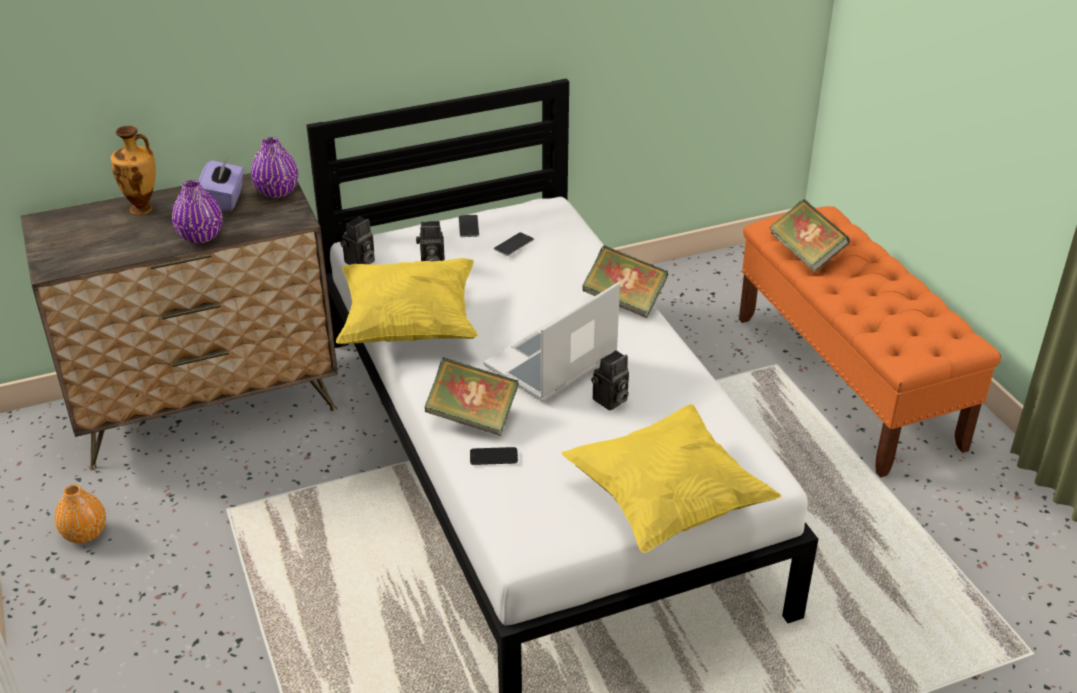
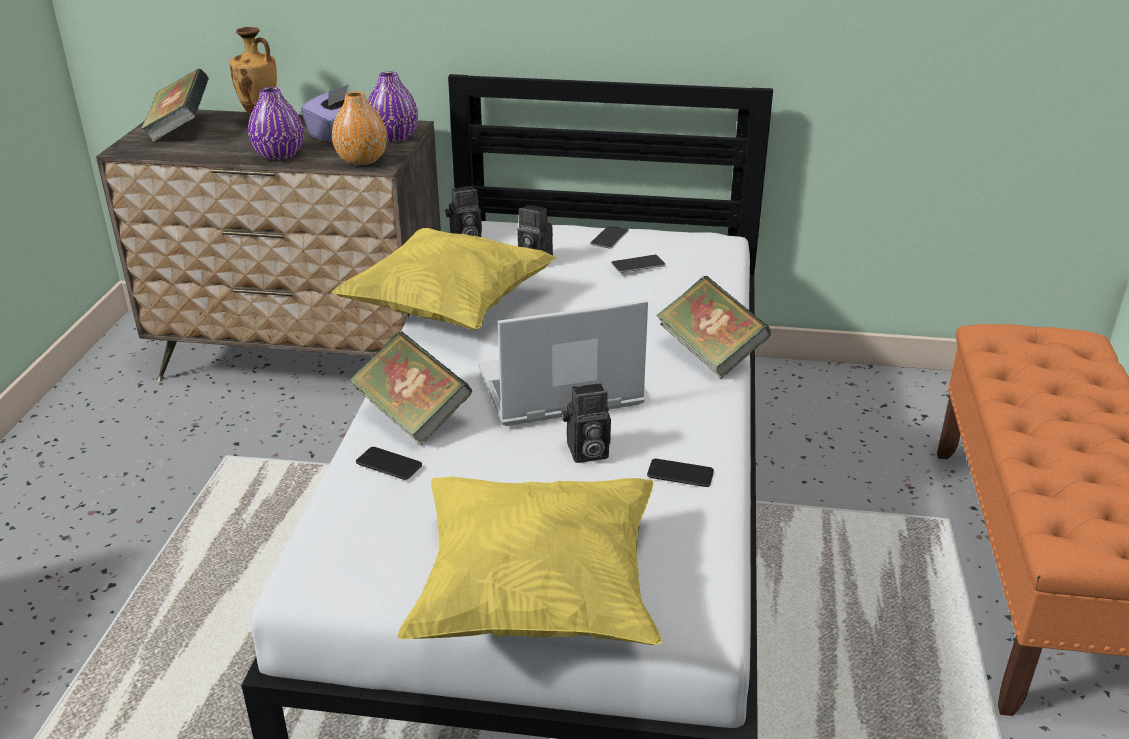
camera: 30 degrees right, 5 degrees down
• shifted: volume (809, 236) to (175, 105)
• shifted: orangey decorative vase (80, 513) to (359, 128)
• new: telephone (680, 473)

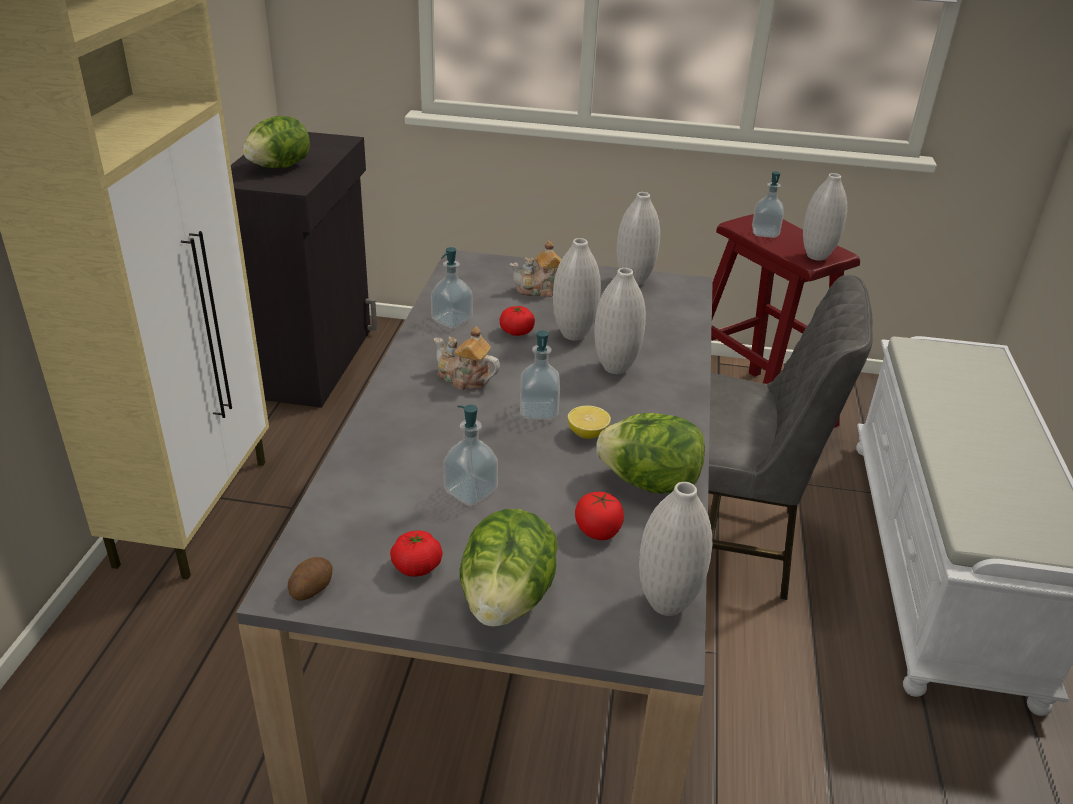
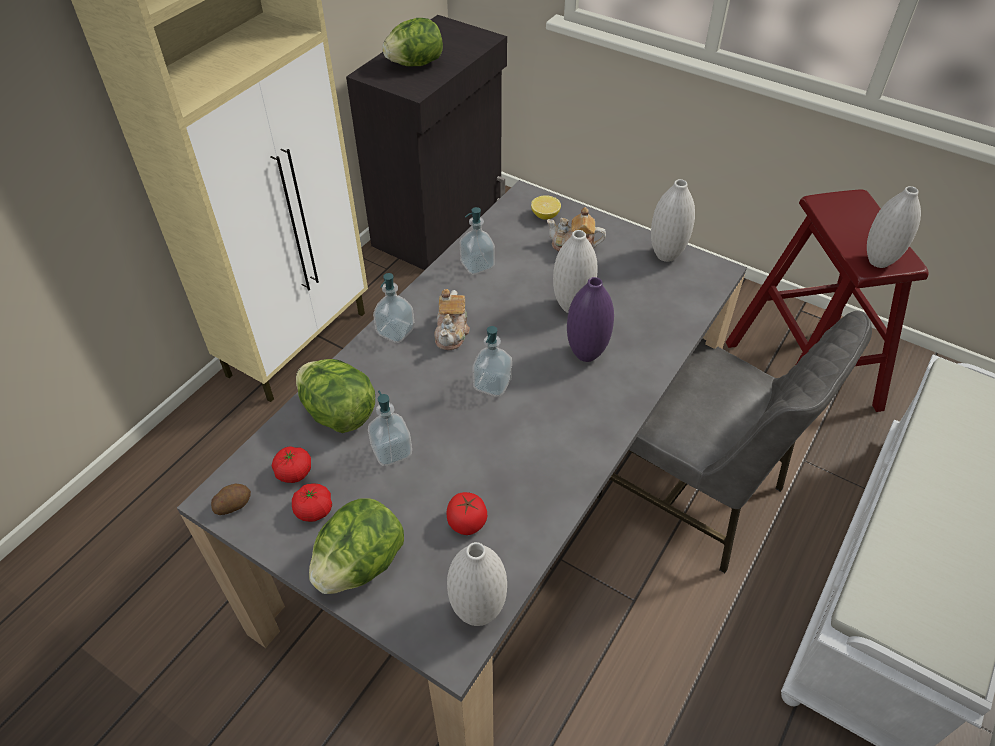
camera: 25 degrees right, 15 degrees up
• shifted: fresh tomato (517, 321) to (291, 464)
• shifted: lettuce (650, 453) to (335, 396)
• shifted: liquid soap bottle (768, 204) to (394, 308)
• rotated: pot for tea (467, 358) = (452, 319) 135 degrees counterclockwise
• shifted: whole lemon (589, 422) to (546, 207)
• repainted: white-coloured decorative vase (620, 321) to purplish decorative vase (590, 319)

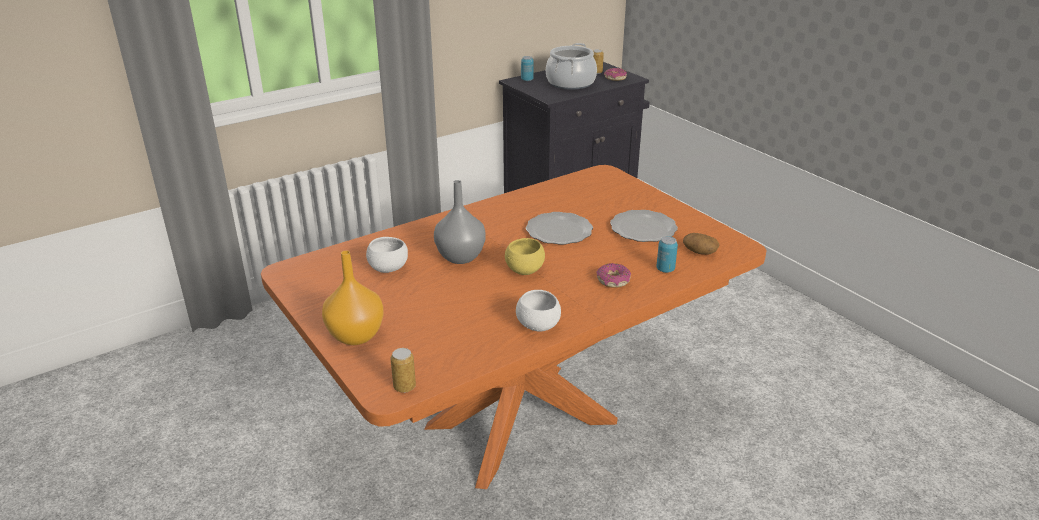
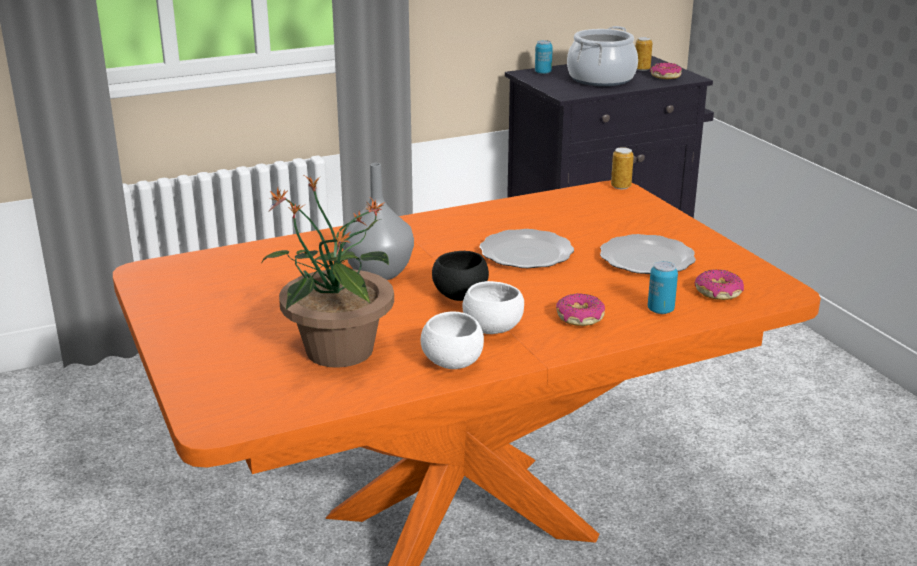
camera: 10 degrees right, 5 degrees down
• new: potted plant (328, 271)
• repainted: yellow-coloured serving bowl (525, 256) to black serving bowl (460, 276)
• shifted: white-coloured serving bowl (387, 255) to (493, 307)
• shifted: metal can (403, 370) to (622, 168)
• swapped: spud (701, 244) to ring doughnut (719, 285)
• gone: orangey decorative vase (353, 297)

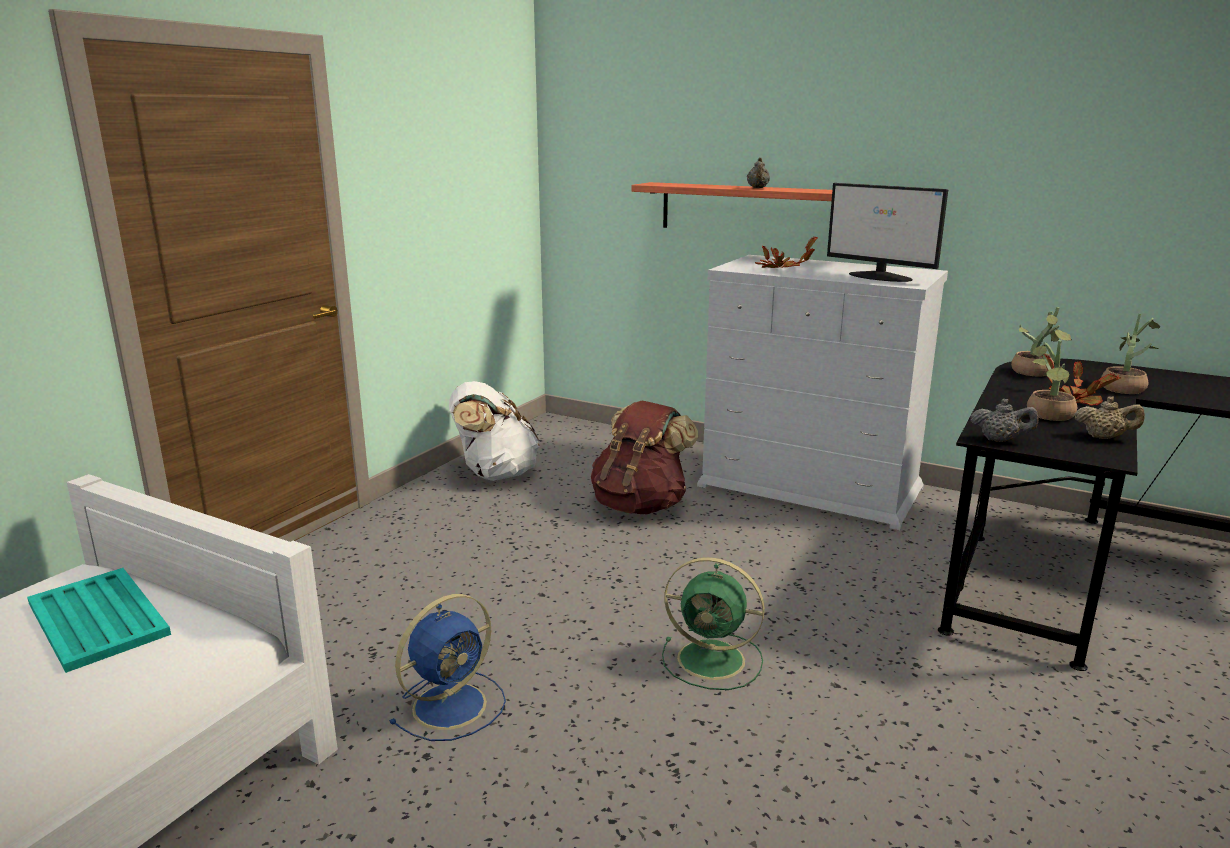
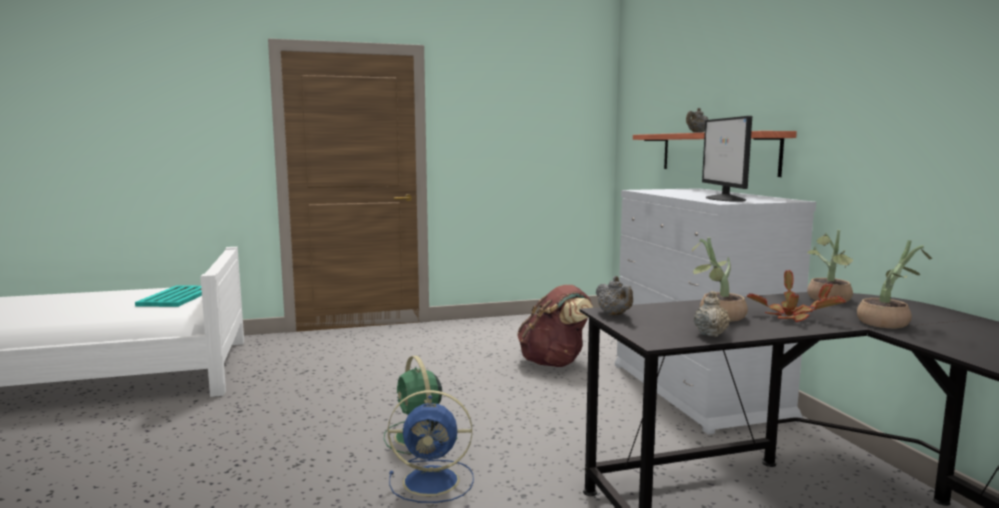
camera: 45 degrees right, 10 degrees down
• shifted: blue fan (447, 667) to (431, 446)
• rotated: beige pot for tea (1110, 417) = (712, 314) 135 degrees counterclockwise
• gone: white-coloured knapsack (494, 431)
• gone: potted plant (786, 252)

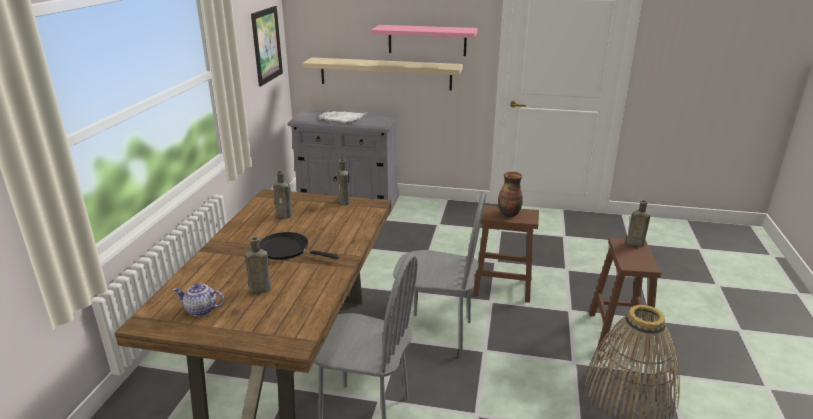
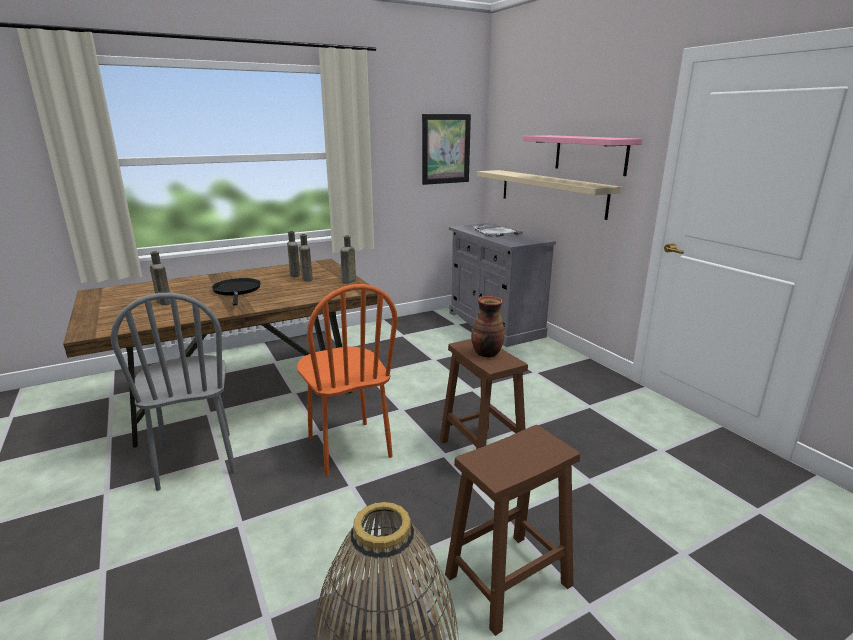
camera: 50 degrees right, 5 degrees down
• repainted: gray plain chair (439, 274) to orangey plain chair (347, 380)
• shifted: brownish bottle (638, 223) to (306, 258)
• gone: pot for tea (199, 299)

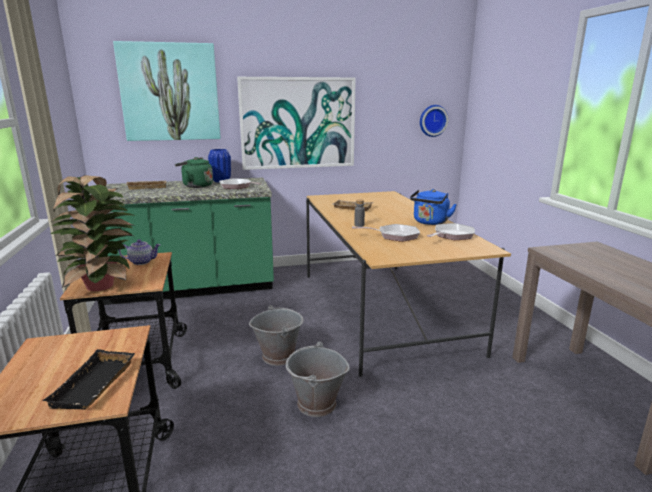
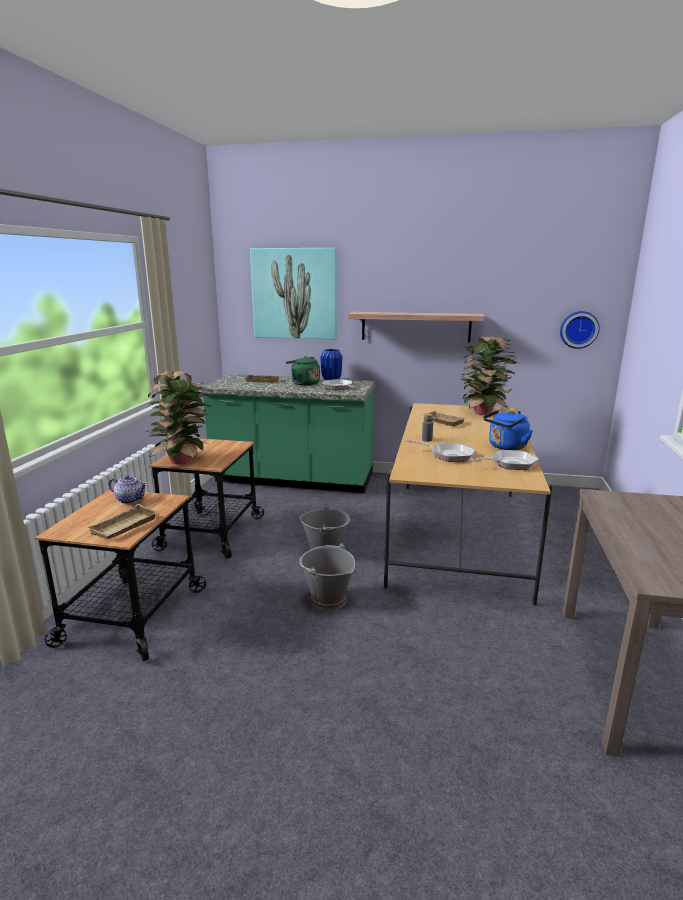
camera: 25 degrees right, 0 degrees up
• repainted: black serving tray (88, 379) to beige serving tray (123, 521)
• shifted: pot for tea (139, 252) to (128, 489)
• swapped: wall picture (296, 123) to wall shelf (416, 327)
• new: potted plant (489, 375)

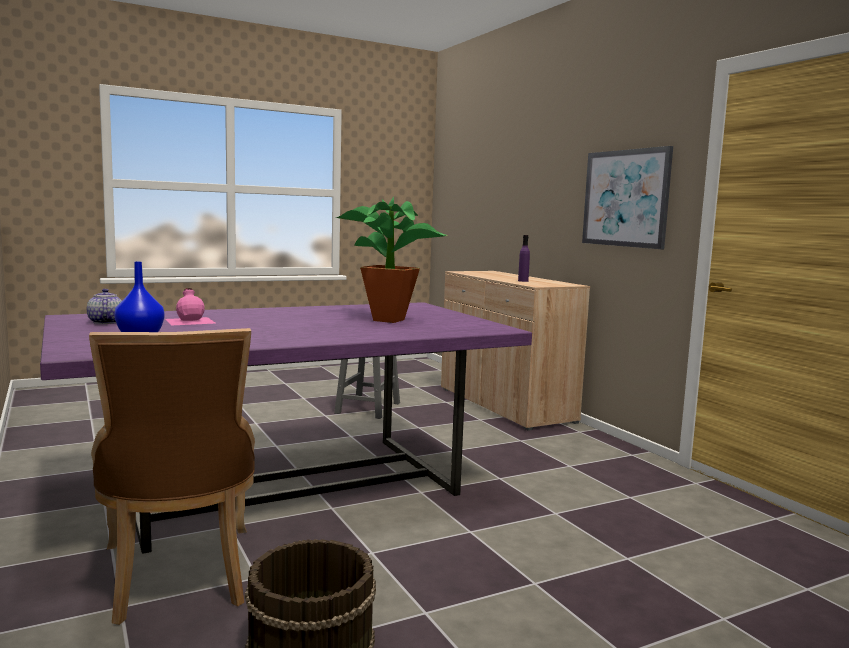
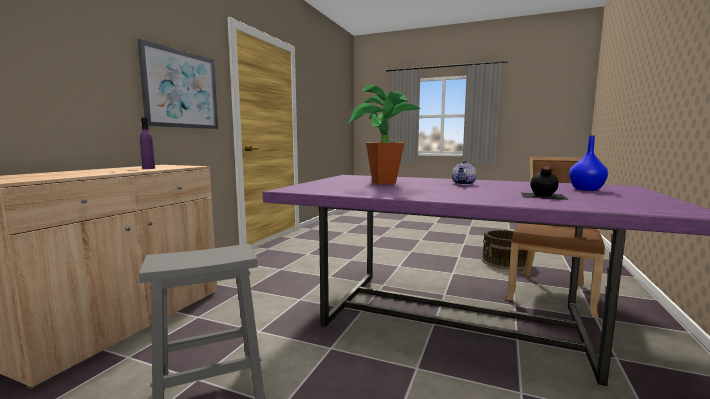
camera: 130 degrees left, 0 degrees up
• shifted: pot for tea (104, 306) to (464, 172)
• repainted: pink bottle (190, 306) to black bottle (545, 183)

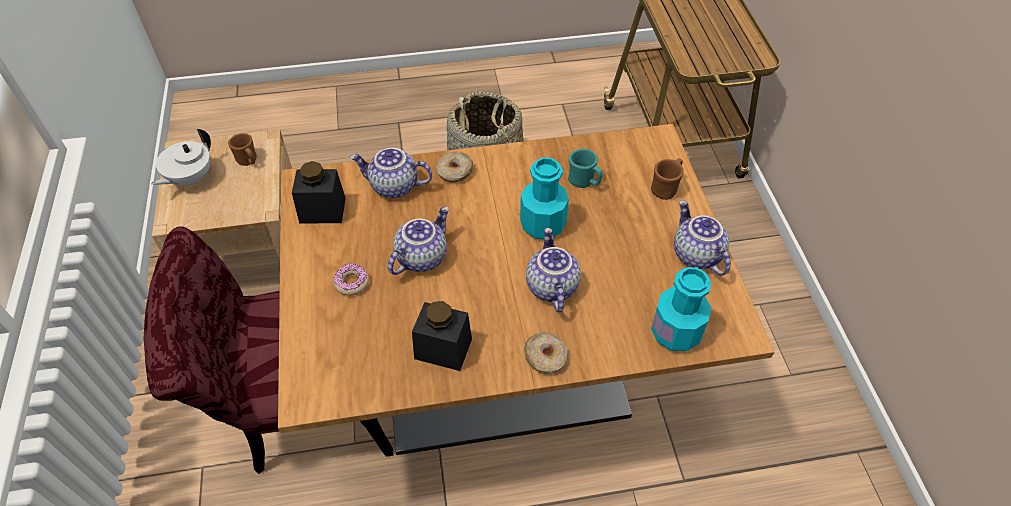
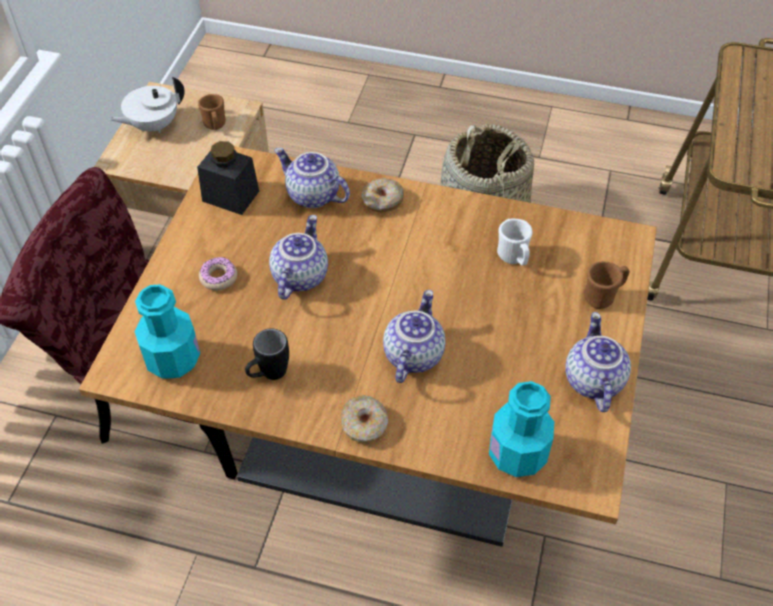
camera: 25 degrees right, 0 degrees up
• shifted: blue-green bottle (544, 198) to (167, 331)
• swapped: black preserve jar (442, 336) to black tea mug (267, 354)
• rotated: pot for tea (418, 241) = (298, 257) 45 degrees counterclockwise
• repainted: blue-green tea mug (585, 168) to white-coloured tea mug (514, 242)

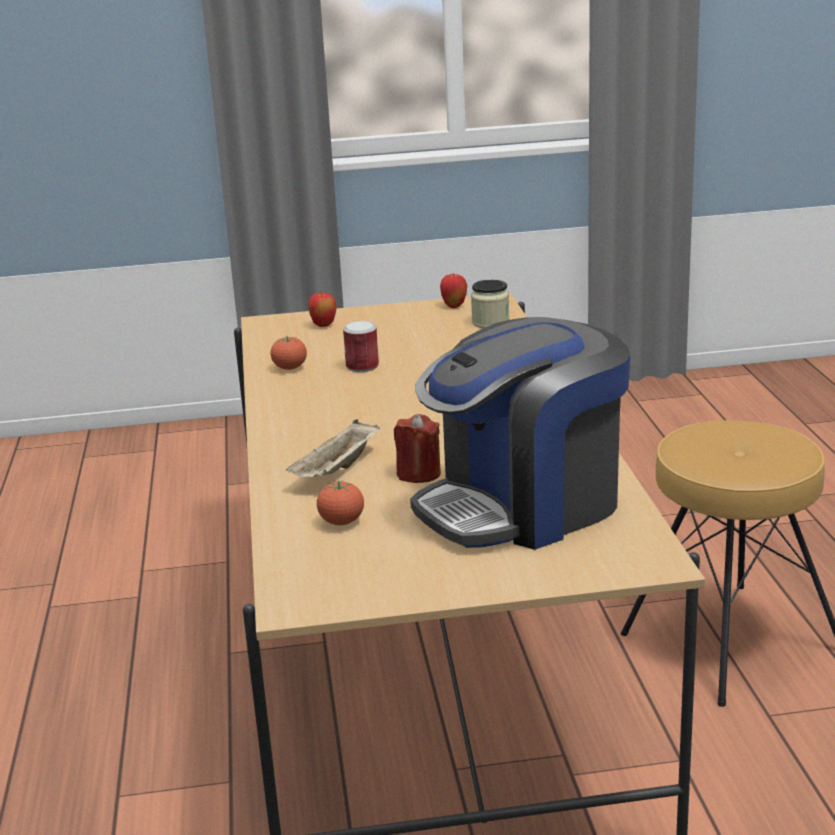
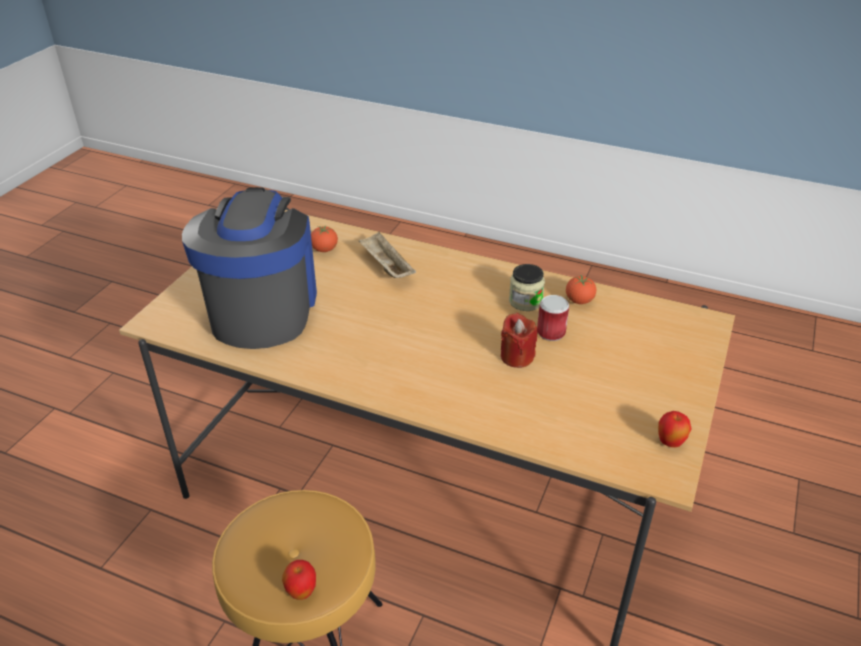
camera: 120 degrees right, 15 degrees up
• shifted: whole apple (322, 310) to (299, 580)
• shifted: red candle (417, 448) to (519, 340)
• shifted: preserve jar (490, 304) to (527, 287)

